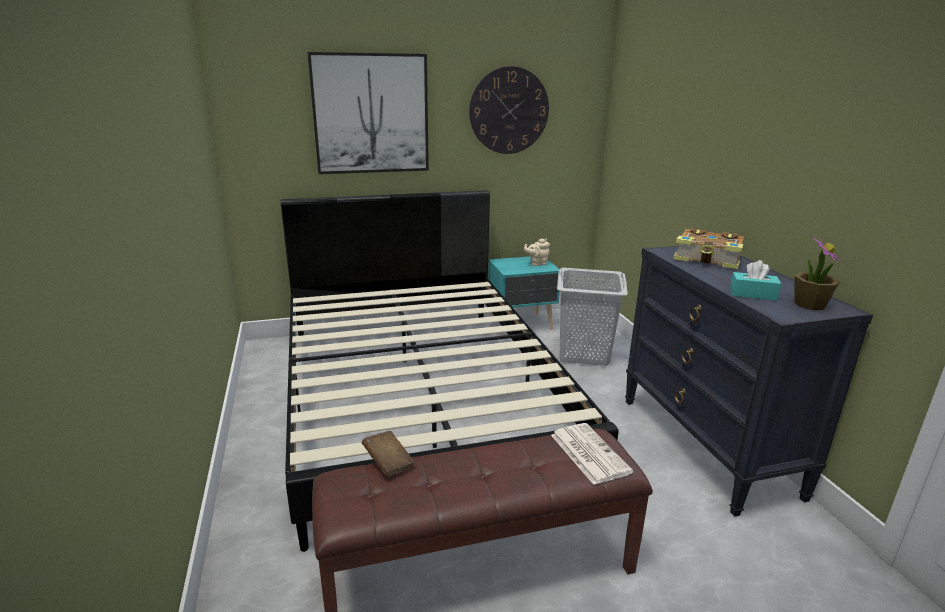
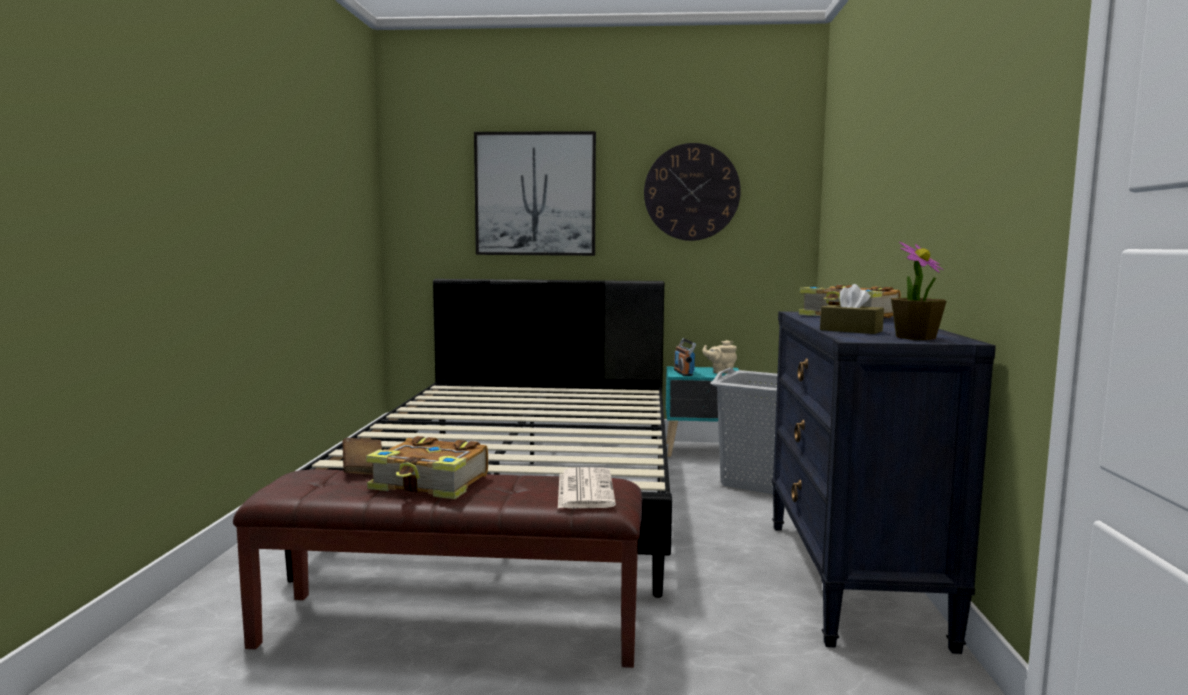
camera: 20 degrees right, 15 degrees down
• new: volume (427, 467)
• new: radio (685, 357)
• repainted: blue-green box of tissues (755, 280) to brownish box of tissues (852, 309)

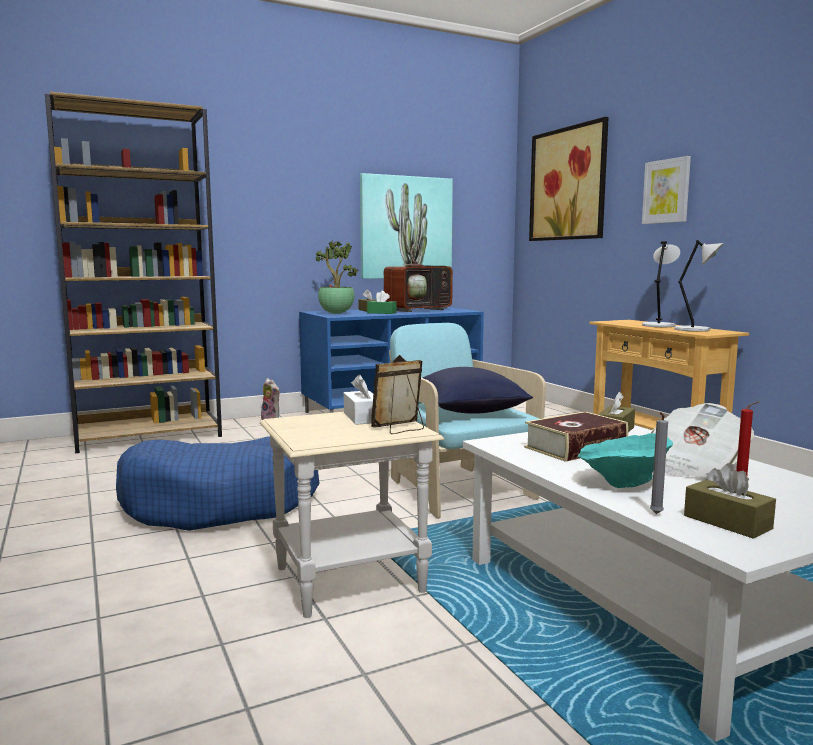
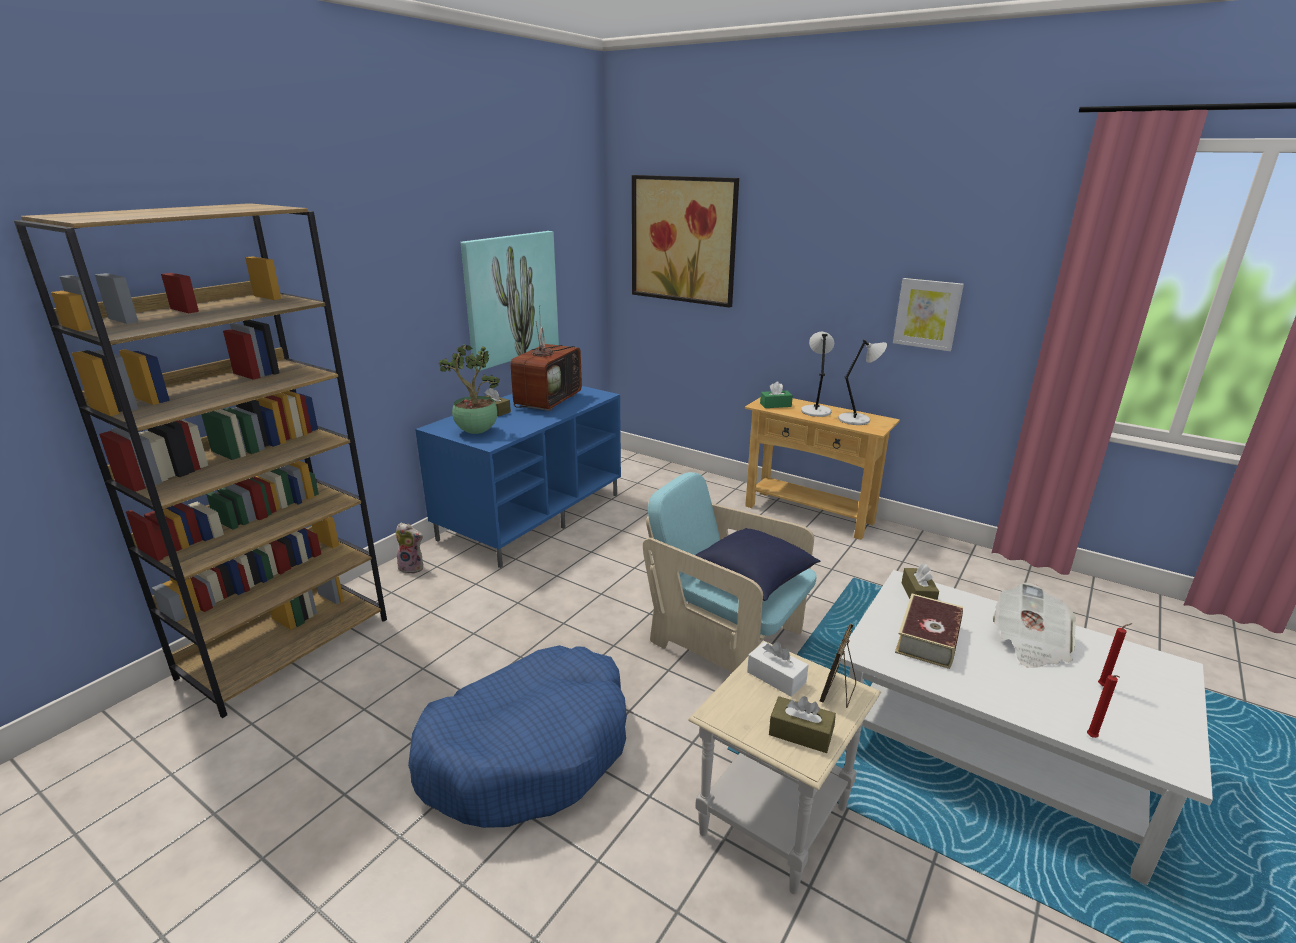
camera: 30 degrees left, 15 degrees up
• shifted: green box of tissues (381, 302) to (776, 395)
• shifted: brownish box of tissues (730, 501) to (802, 724)
• shifted: wall picture (666, 190) to (928, 314)
• repainted: gray candle (659, 463) to red candle (1103, 706)
• gone: blue-green serving bowl (625, 460)

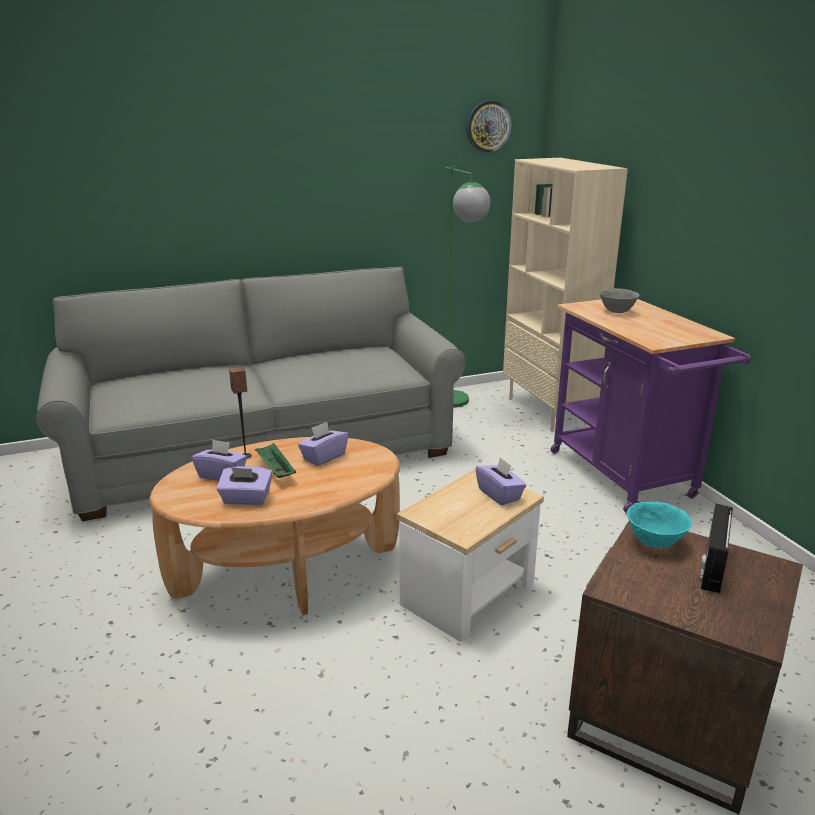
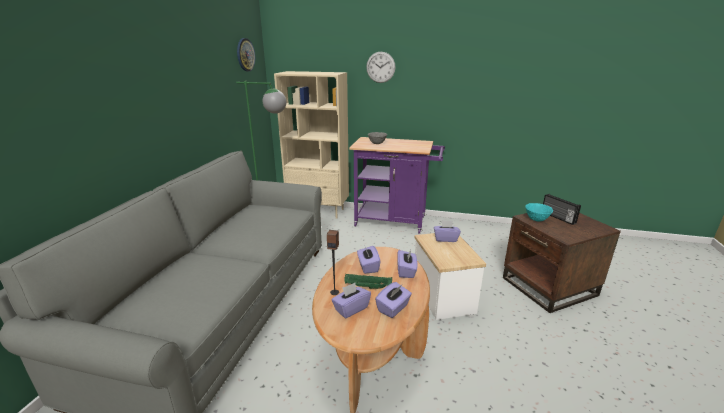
camera: 55 degrees left, 0 degrees up
• new: clock on the wall (380, 67)
• new: purplish box of tissues (407, 264)

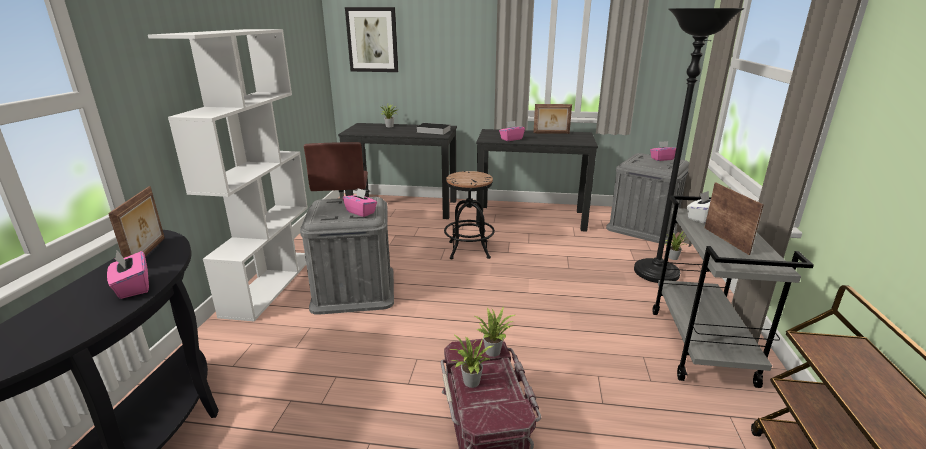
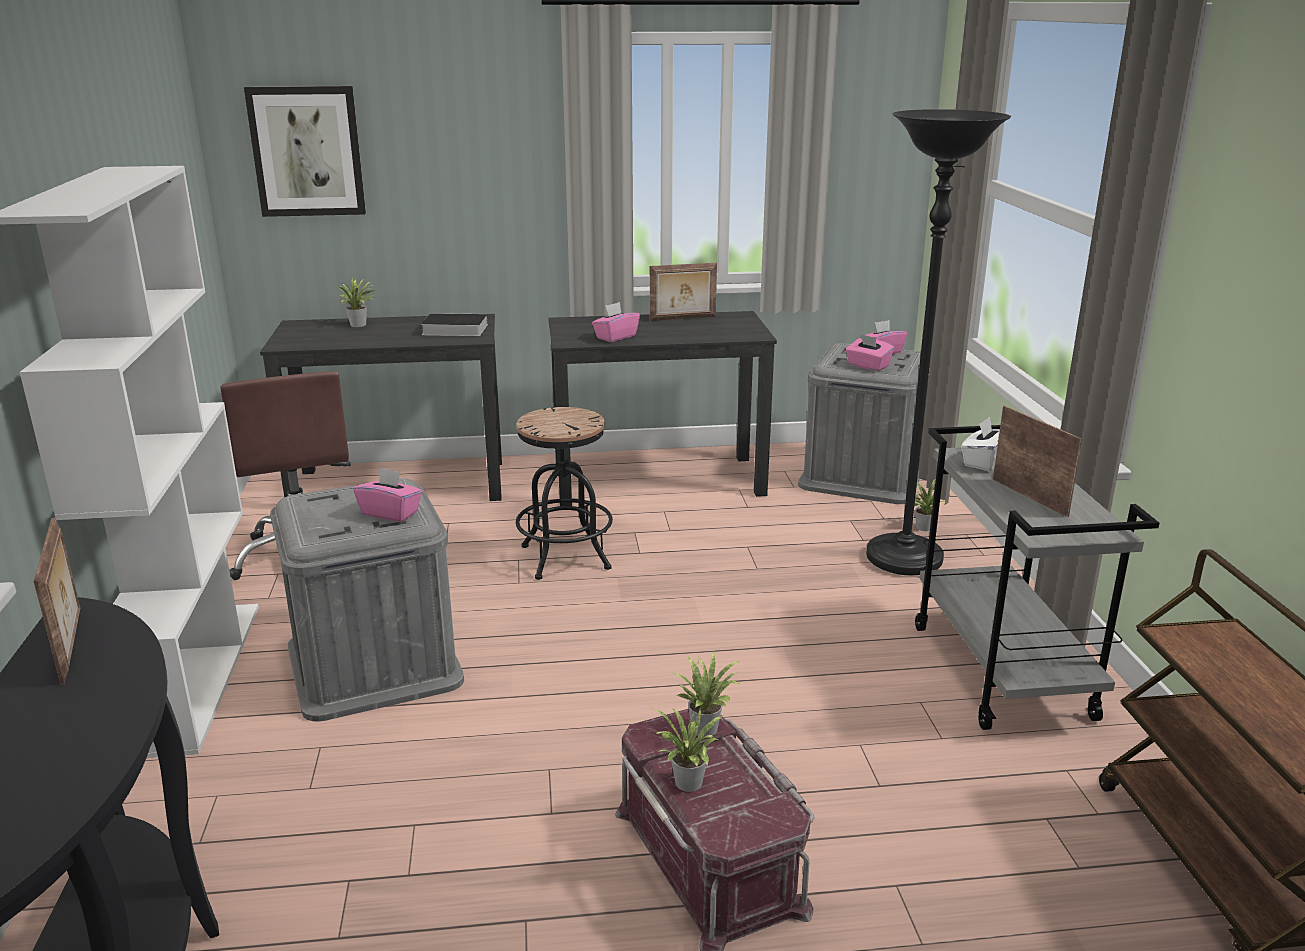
camera: 15 degrees left, 0 degrees up
• shifted: pink box of tissues (128, 274) to (870, 352)

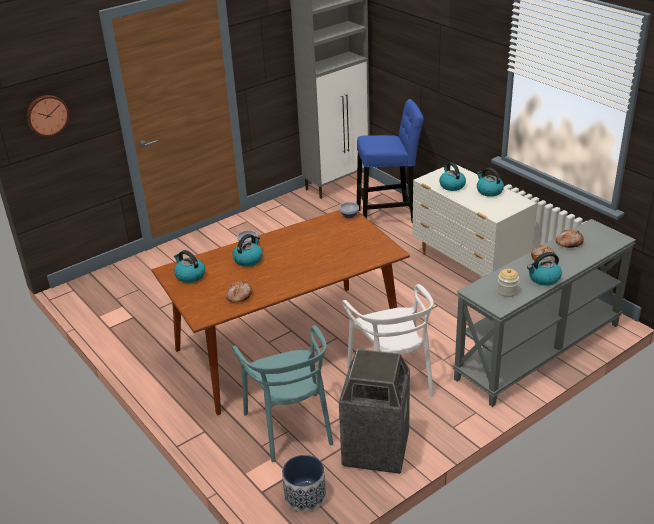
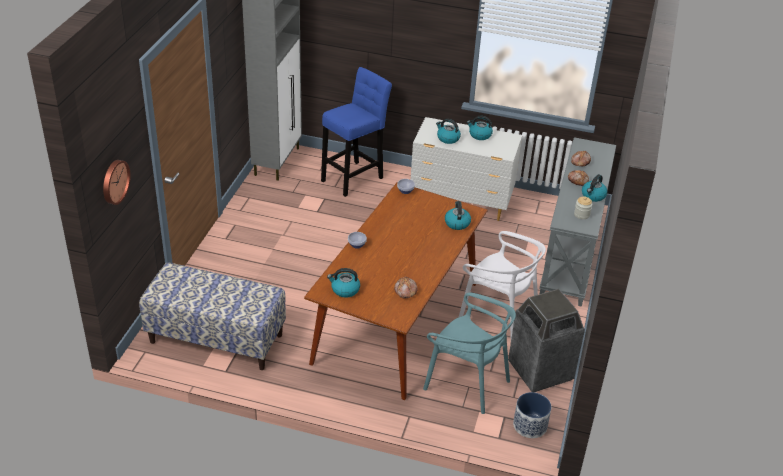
camera: 40 degrees left, 5 degrees up
• new: bench (212, 316)
• shifted: kettle (247, 250) to (458, 215)

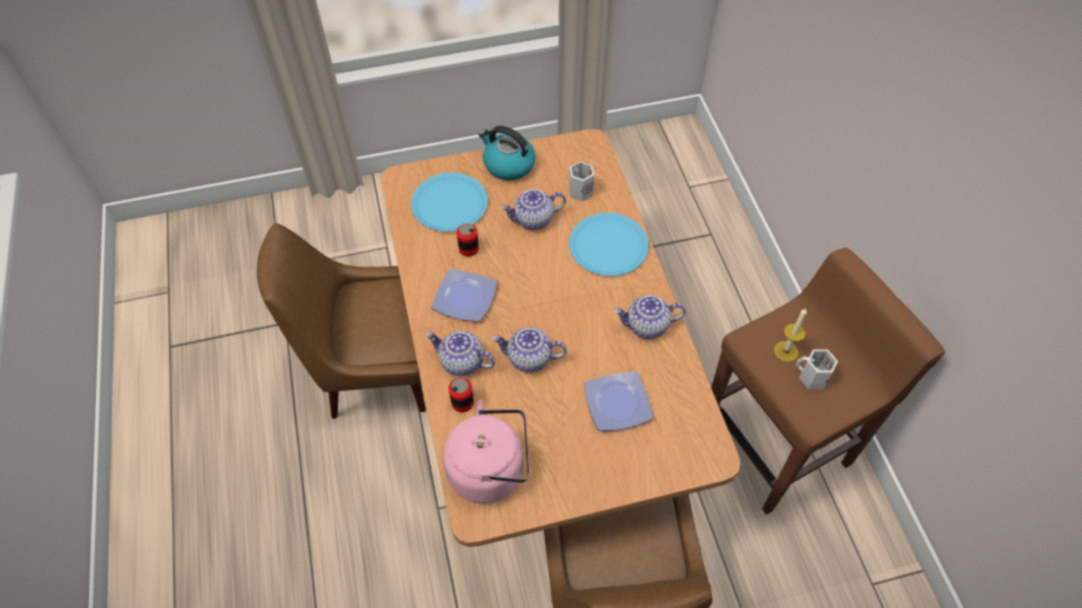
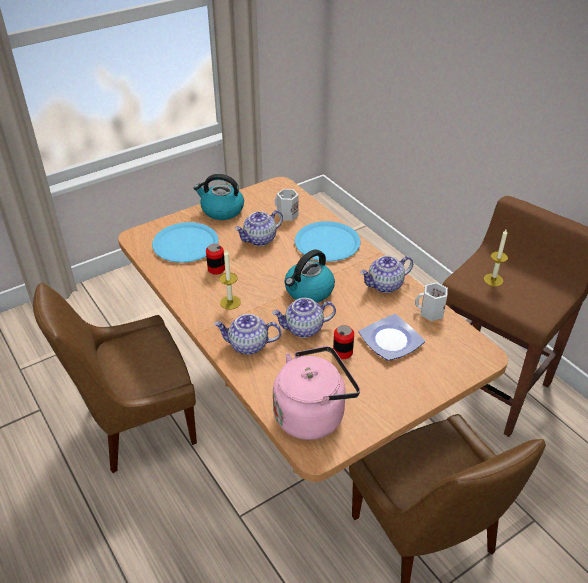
camera: 20 degrees left, 15 degrees down
• swapped: flat dish (464, 295) to candle (230, 280)
• new: kettle (310, 276)
• shifted: metal can (461, 395) to (343, 342)
• shifted: white-coloured tea mug (817, 369) to (431, 301)

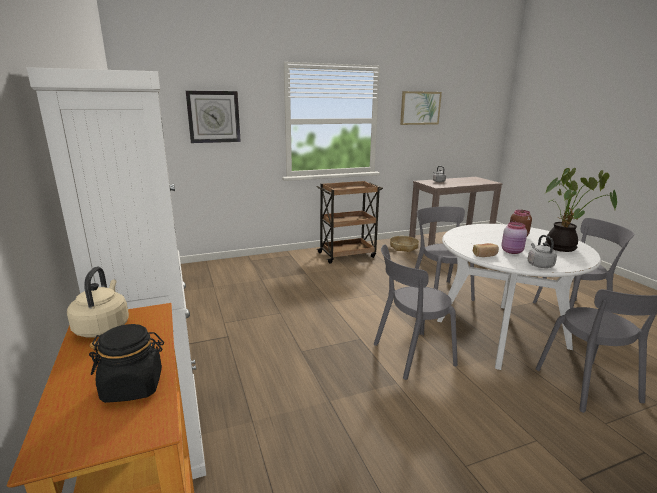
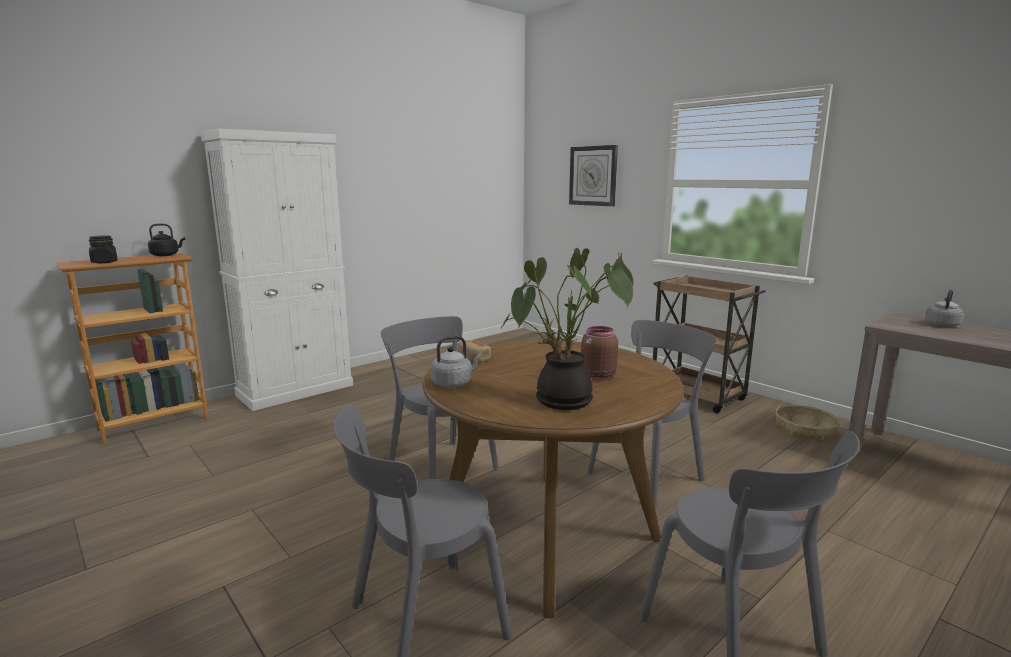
camera: 70 degrees right, 5 degrees down
• repainted: beige kettle (98, 302) to black kettle (166, 240)
• repainted: white-coloured kitchen table (519, 297) to brownish kitchen table (553, 479)
• gone: wall picture (421, 108)
• gone: pink preserve jar (514, 238)

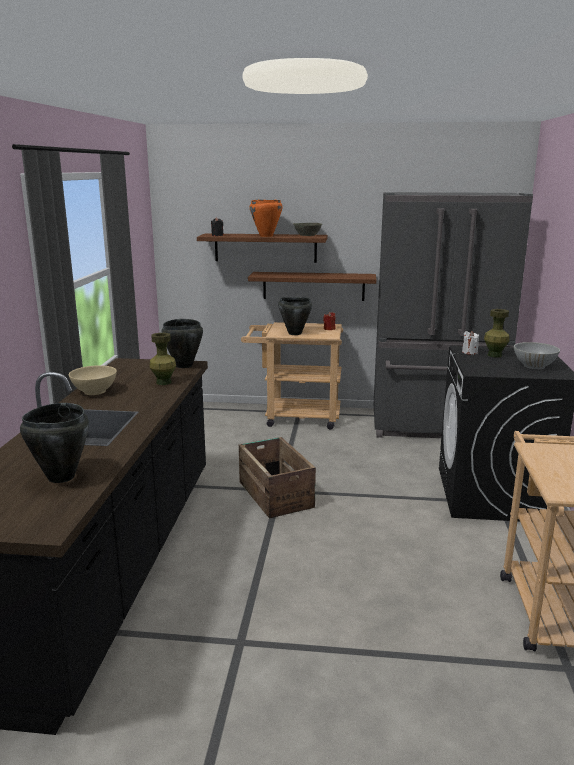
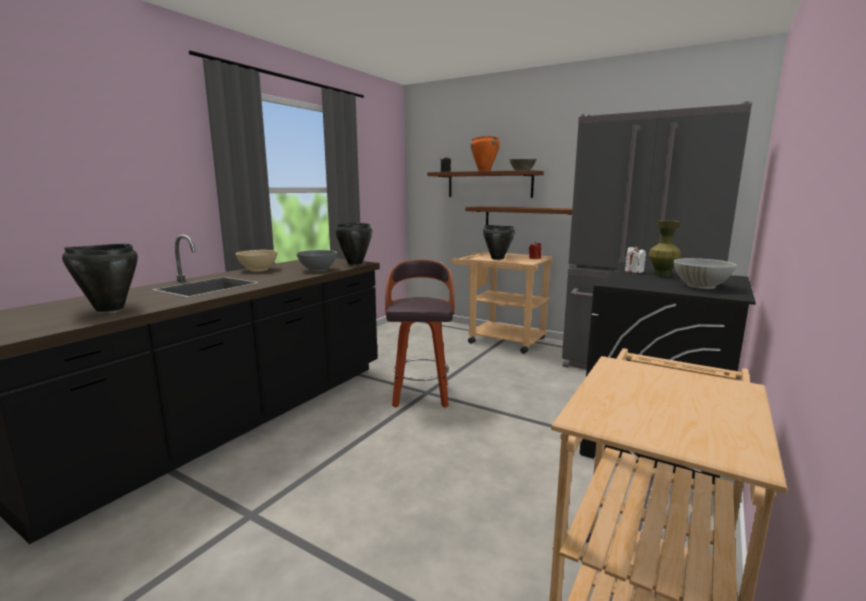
camera: 25 degrees right, 5 degrees down
• swapped: green decorative vase (163, 359) to gray serving bowl (317, 261)
• swapped: shipping crate (277, 477) to sitting stool (420, 333)

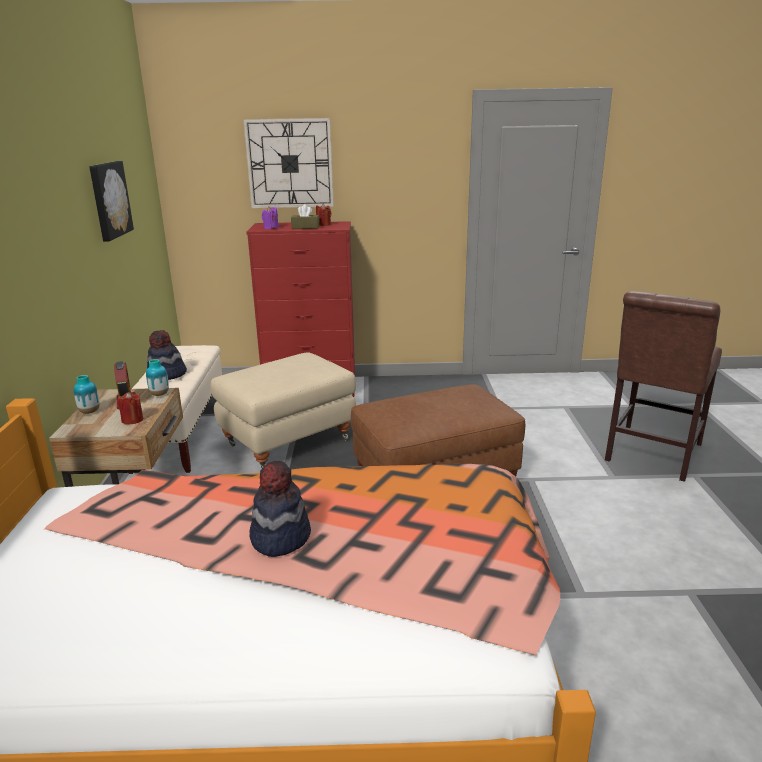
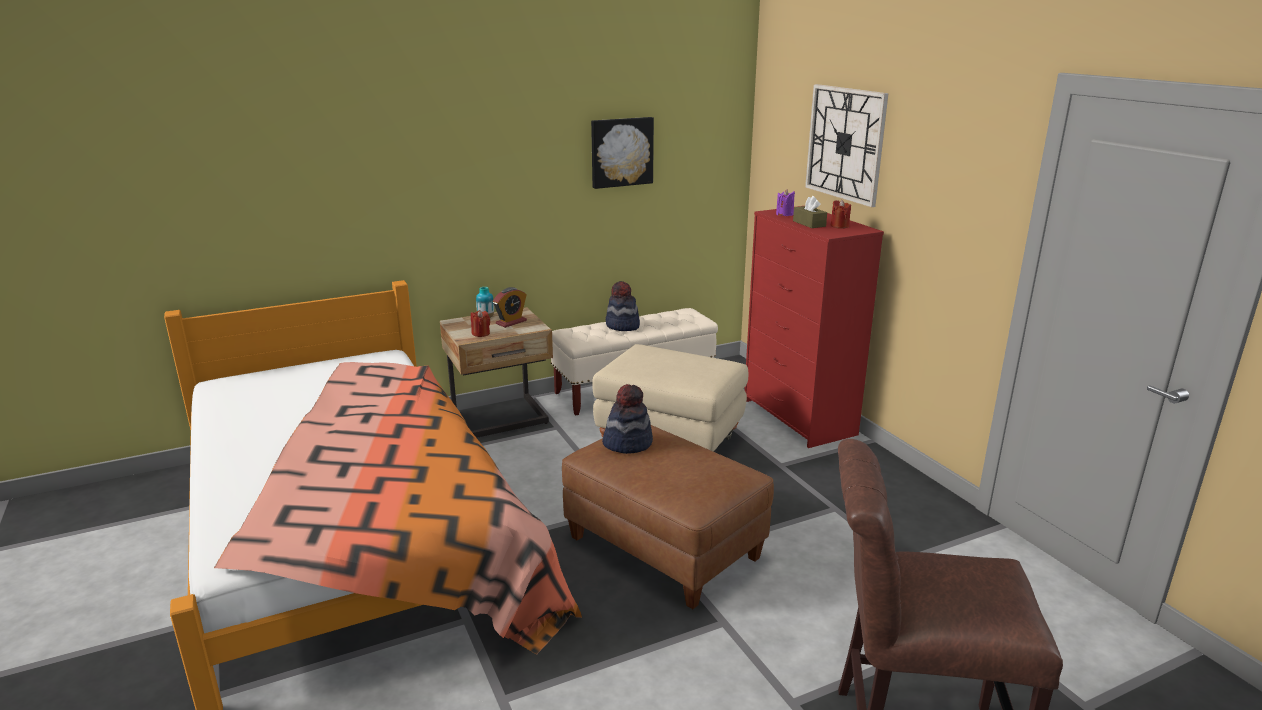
camera: 65 degrees right, 0 degrees up
• shifted: clothing hat (280, 509) to (627, 419)
• gone: decorative vase (157, 377)

